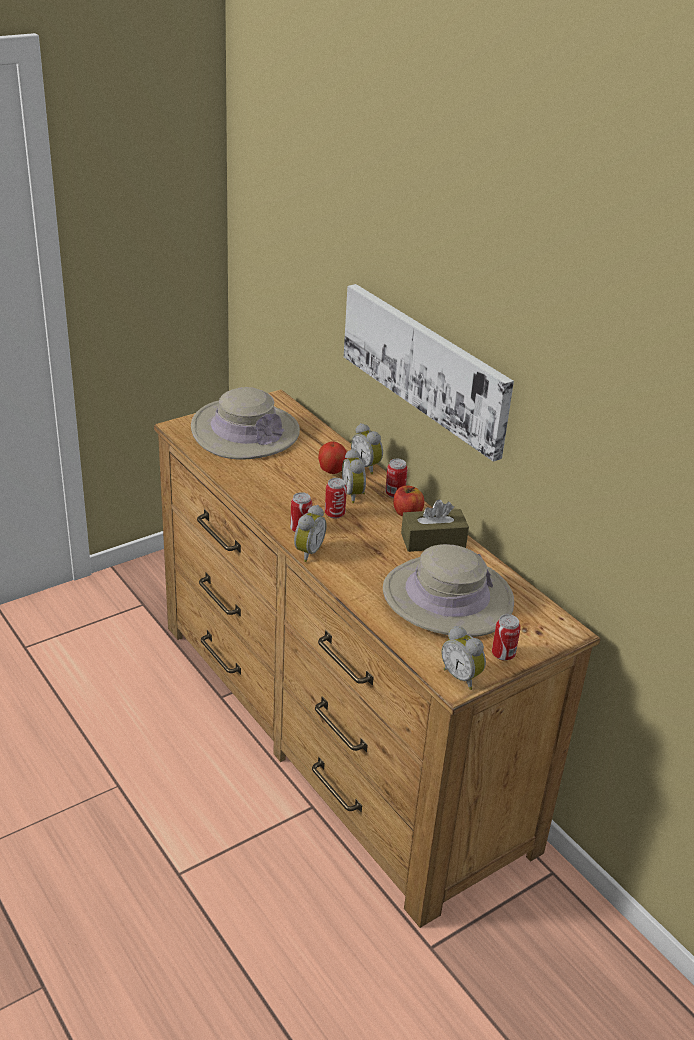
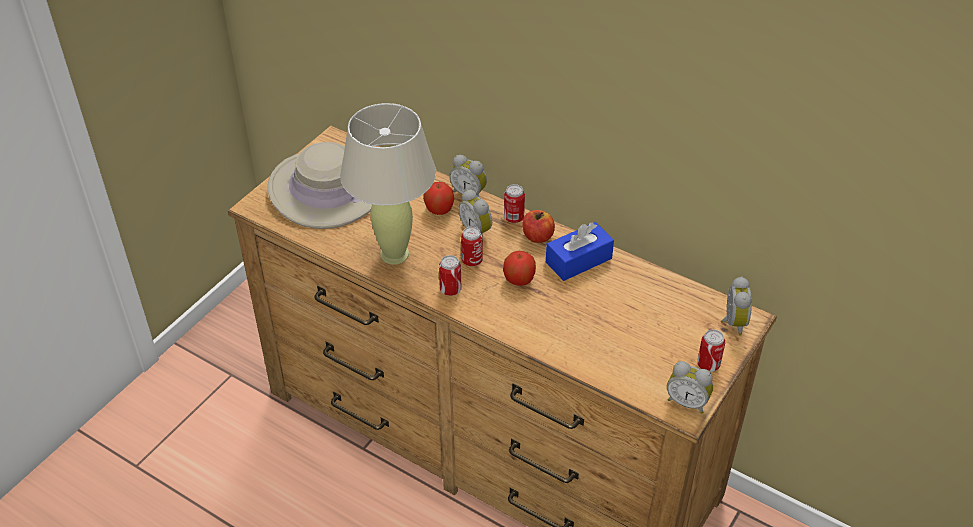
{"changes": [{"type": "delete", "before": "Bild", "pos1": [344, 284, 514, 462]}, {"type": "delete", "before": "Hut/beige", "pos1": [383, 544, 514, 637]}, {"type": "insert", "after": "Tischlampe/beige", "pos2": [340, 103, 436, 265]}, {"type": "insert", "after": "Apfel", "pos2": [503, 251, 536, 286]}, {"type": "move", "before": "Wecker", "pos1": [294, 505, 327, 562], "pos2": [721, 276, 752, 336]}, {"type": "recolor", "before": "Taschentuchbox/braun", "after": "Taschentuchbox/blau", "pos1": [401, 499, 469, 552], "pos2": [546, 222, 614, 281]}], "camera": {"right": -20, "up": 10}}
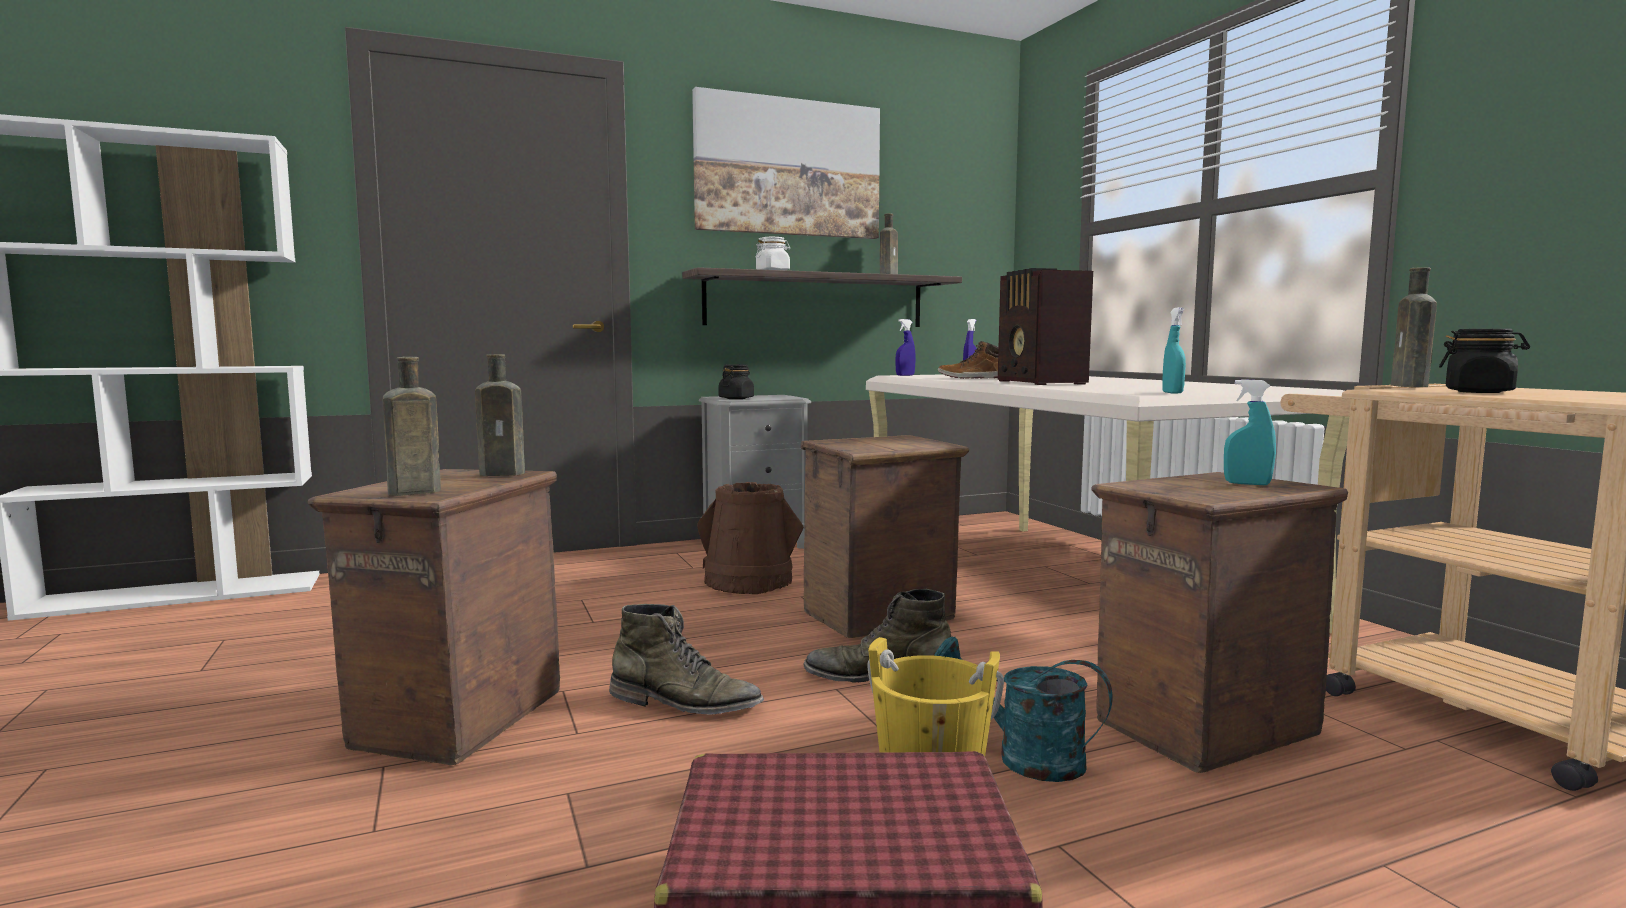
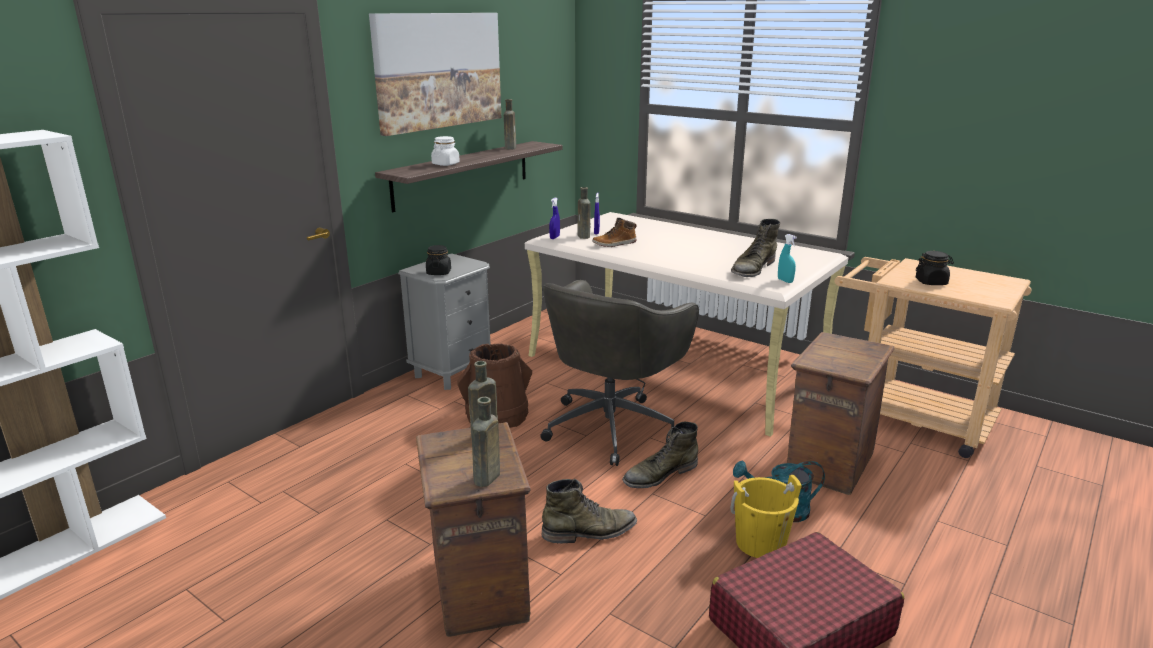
{"changes": [{"type": "delete", "before": "Radio", "pos1": [998, 268, 1093, 385]}, {"type": "delete", "before": "Sprühflasche/türkis", "pos1": [1224, 379, 1276, 485]}, {"type": "insert", "after": "Stiefel/grün", "pos2": [731, 219, 780, 277]}, {"type": "move", "before": "Flasche/braun", "pos1": [1391, 267, 1437, 387], "pos2": [577, 187, 591, 239]}, {"type": "replace", "before": "Kiste", "after": "Bürostuhl/grau", "pos1": [801, 435, 969, 638], "pos2": [540, 280, 699, 466]}], "camera": {"right": -30, "up": 15}}
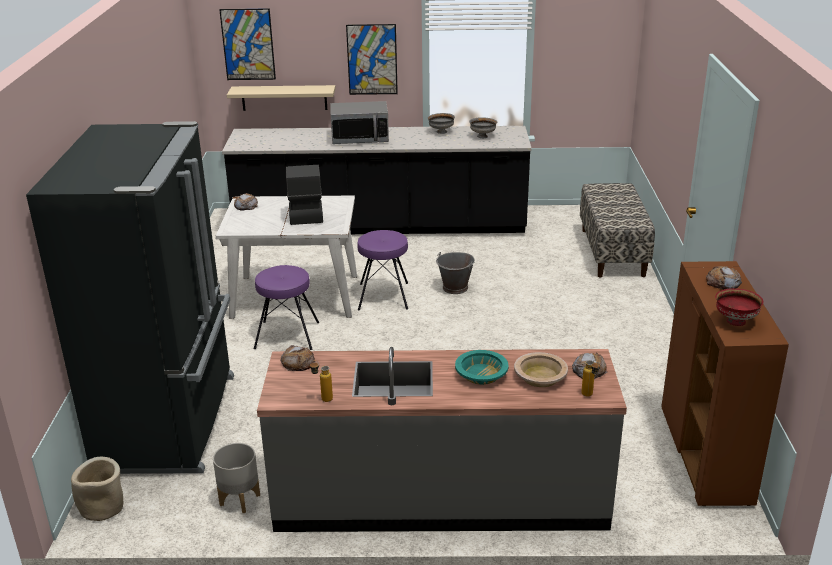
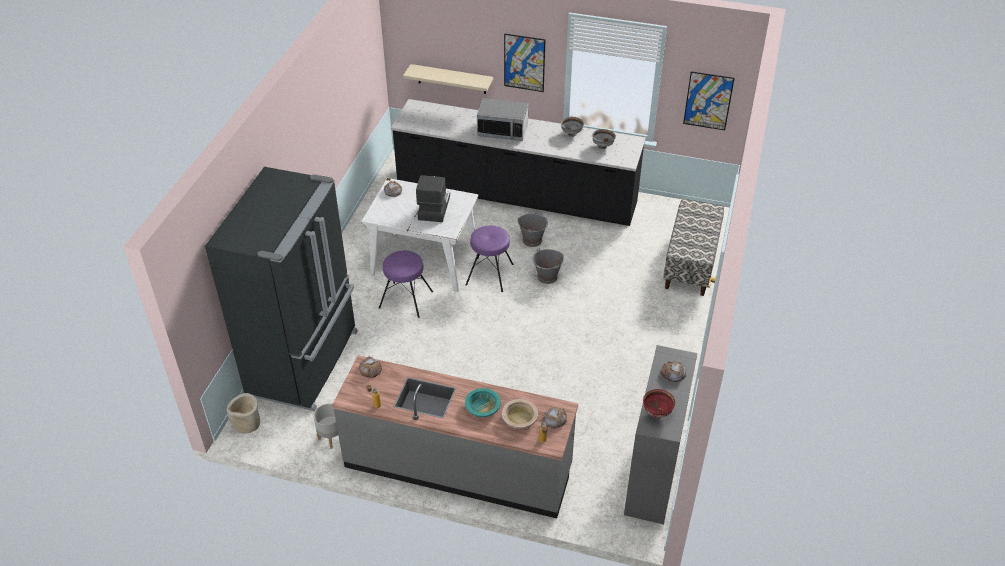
{"changes": [{"type": "insert", "after": "Eimer/grau", "pos2": [518, 211, 548, 247]}, {"type": "move", "before": "Bild", "pos1": [219, 8, 276, 80], "pos2": [683, 71, 735, 130]}, {"type": "recolor", "before": "Schrank/braun", "after": "Schrank/grau", "pos1": [661, 261, 789, 506], "pos2": [624, 345, 697, 525]}], "camera": {"right": 15, "up": 15}}
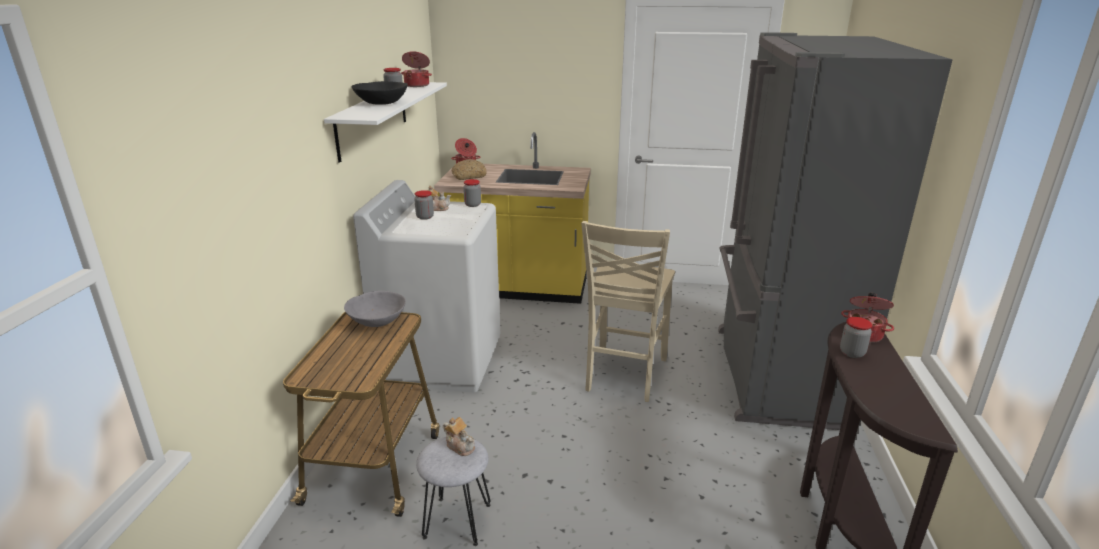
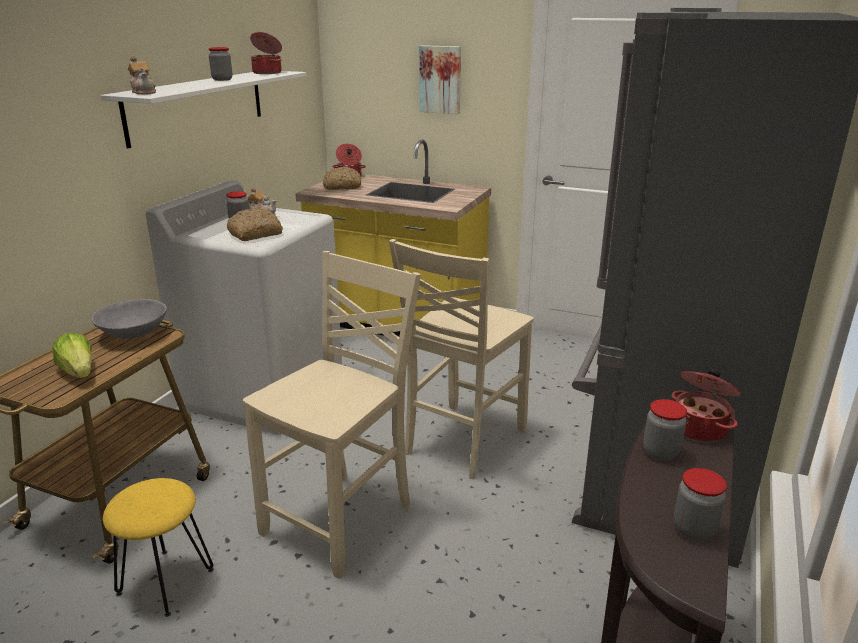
{"changes": [{"type": "delete", "before": "Schüssel/schwarz", "pos1": [351, 81, 408, 105]}, {"type": "insert", "after": "Salatkopf", "pos2": [52, 333, 92, 378]}, {"type": "insert", "after": "Brot", "pos2": [227, 208, 283, 241]}, {"type": "insert", "after": "Stuhl/beige", "pos2": [243, 251, 421, 579]}, {"type": "insert", "after": "Bild", "pos2": [419, 45, 461, 114]}, {"type": "move", "before": "Teekanne", "pos1": [443, 417, 475, 456], "pos2": [128, 55, 156, 95]}, {"type": "move", "before": "Vorratsglas", "pos1": [463, 179, 481, 207], "pos2": [674, 468, 727, 541]}, {"type": "recolor", "before": "Hocker/grau", "after": "Hocker/gelb", "pos1": [416, 437, 491, 546], "pos2": [103, 478, 214, 617]}], "camera": {"right": 15, "up": 0}}
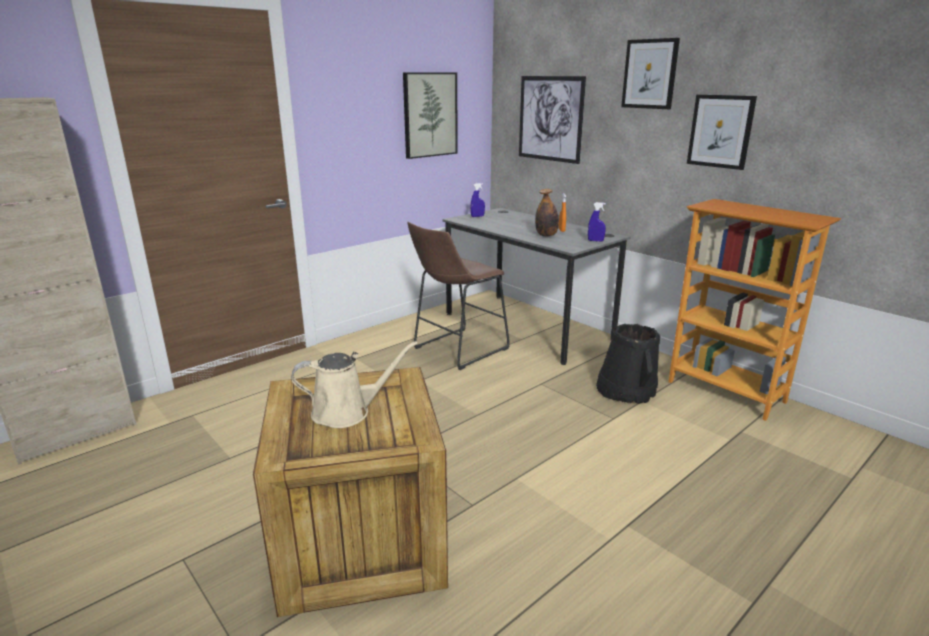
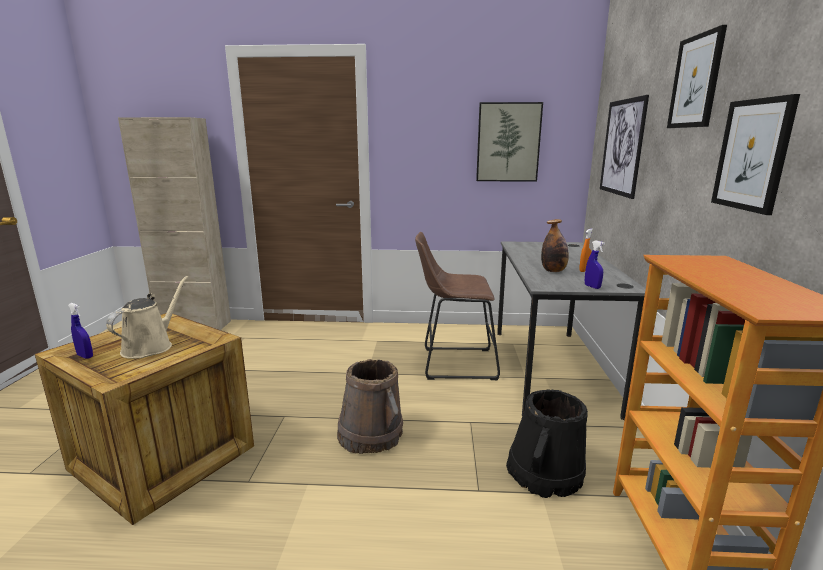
{"changes": [{"type": "insert", "after": "Eimer/braun", "pos2": [337, 359, 403, 454]}, {"type": "move", "before": "Sprühflasche/blau", "pos1": [471, 183, 485, 217], "pos2": [68, 303, 93, 359]}, {"type": "rotate", "before": "Gießkanne/beige", "pos1": [291, 341, 418, 428], "pos2": [106, 276, 188, 359], "turn": -105}], "camera": {"right": 45, "up": -5}}
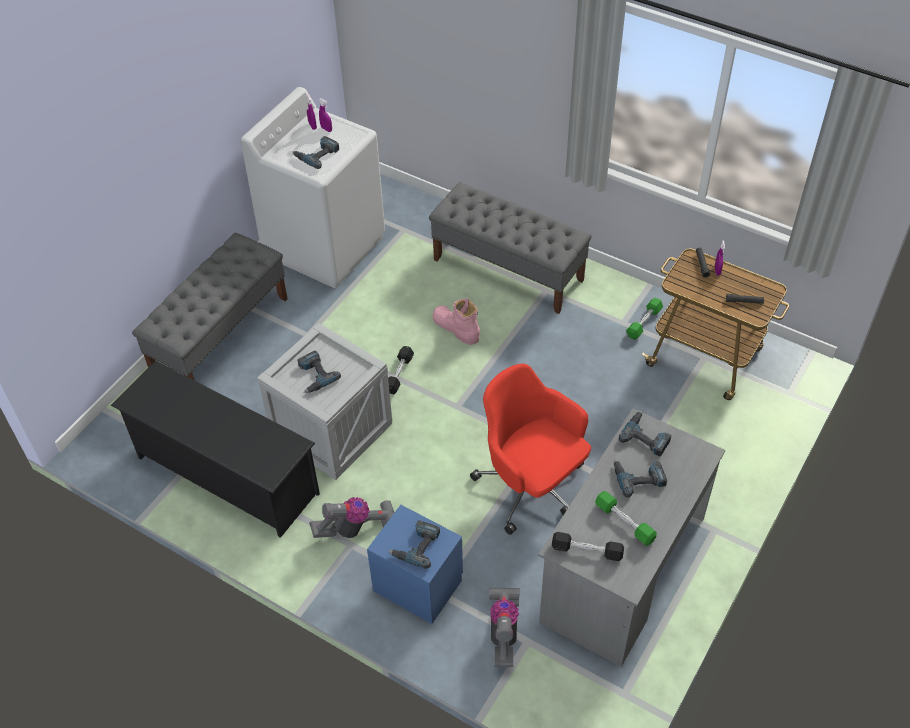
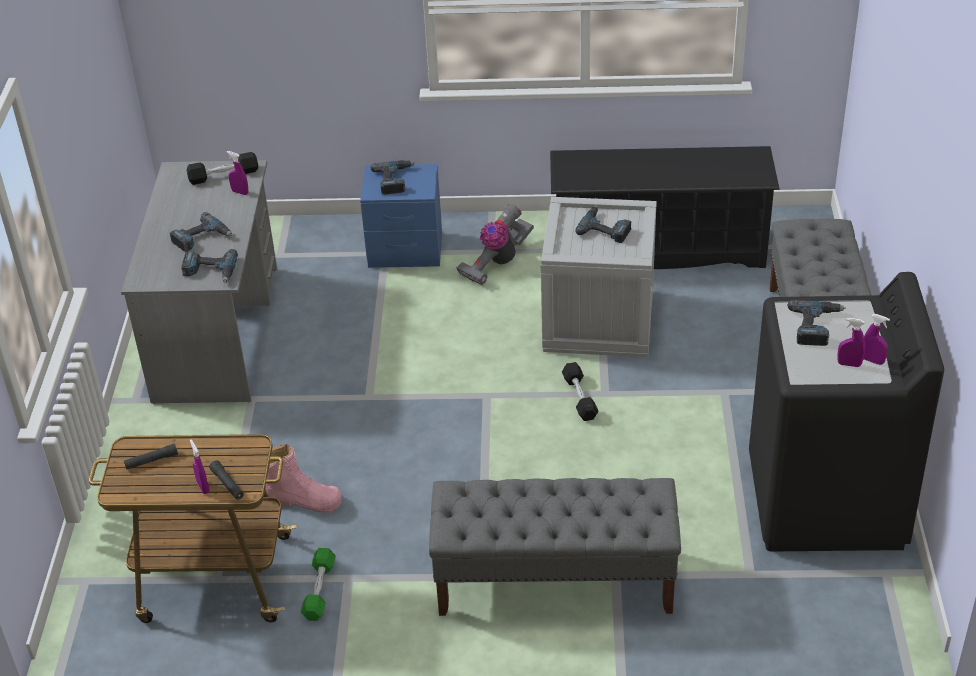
{"changes": [{"type": "delete", "before": "Bürostuhl/rot", "pos1": [470, 364, 591, 535]}, {"type": "delete", "before": "Staubsauger", "pos1": [489, 588, 520, 667]}, {"type": "delete", "before": "Hantel/grün", "pos1": [595, 491, 657, 546]}, {"type": "insert", "after": "Sprühflasche/lila", "pos2": [226, 151, 248, 195]}, {"type": "move", "before": "Stiefel/rosa", "pos1": [433, 299, 480, 345], "pos2": [265, 444, 342, 513]}, {"type": "recolor", "before": "Waschmaschine/weiß", "after": "Waschmaschine/schwarz", "pos1": [240, 87, 385, 288], "pos2": [749, 272, 944, 552]}], "camera": {"right": 150, "up": -10}}
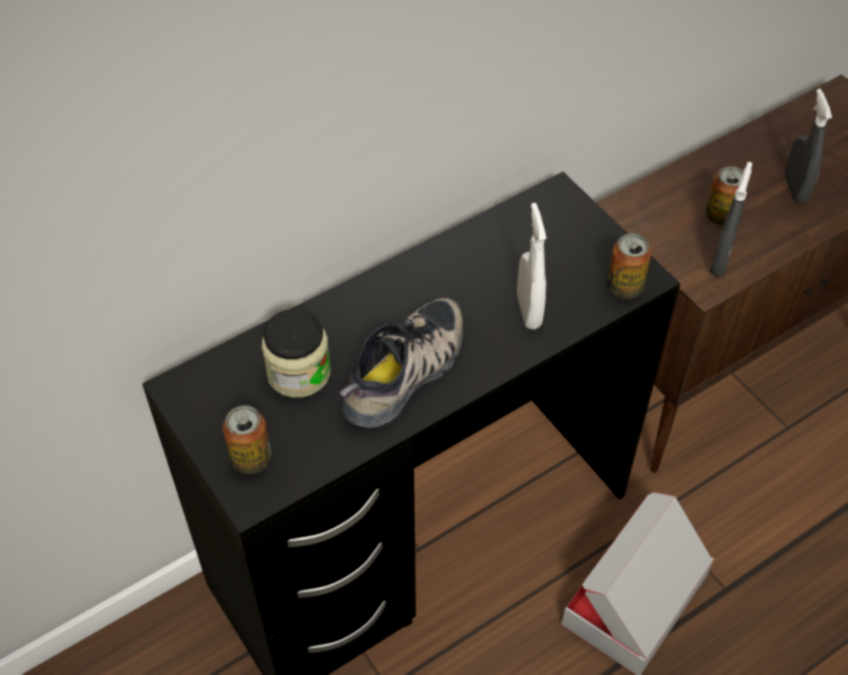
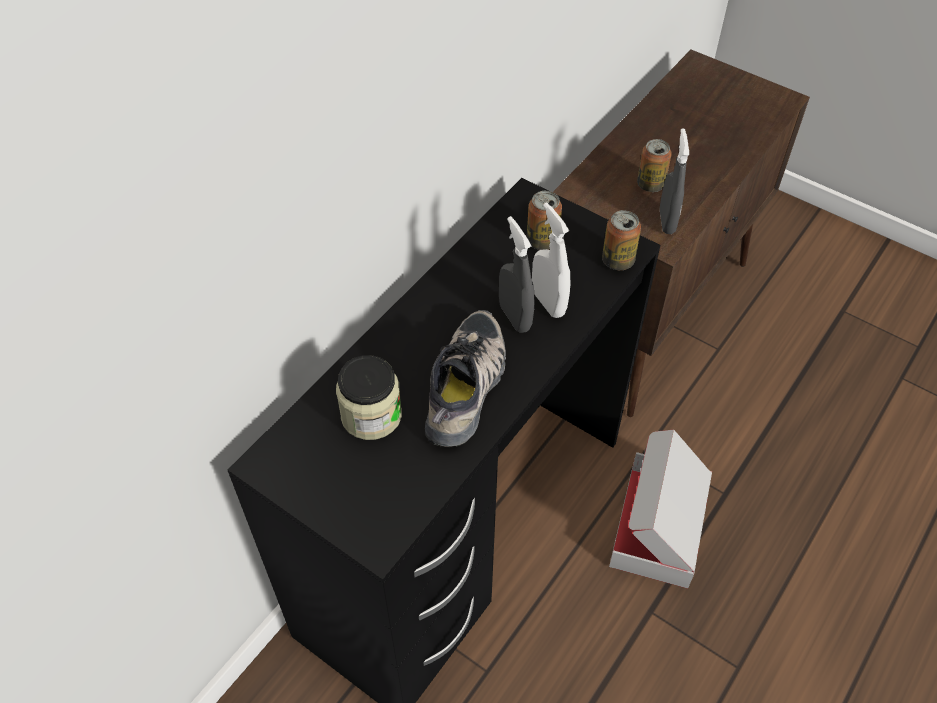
{"changes": [{"type": "move", "before": "Dose", "pos1": [223, 405, 272, 474], "pos2": [527, 191, 562, 250]}, {"type": "move", "before": "Sprühflasche/grau", "pos1": [784, 89, 832, 203], "pos2": [499, 216, 535, 333]}], "camera": {"right": -20, "up": 0}}
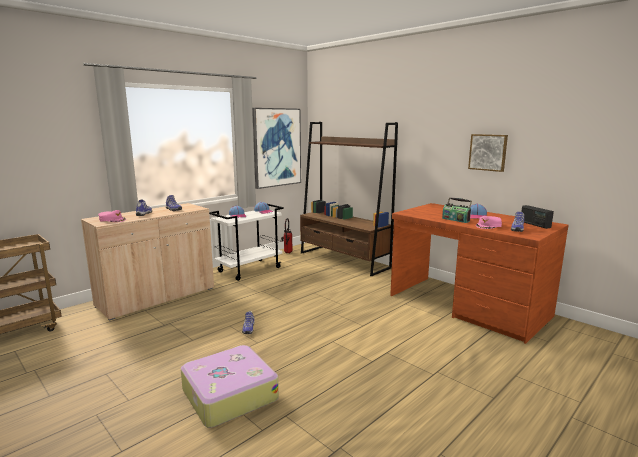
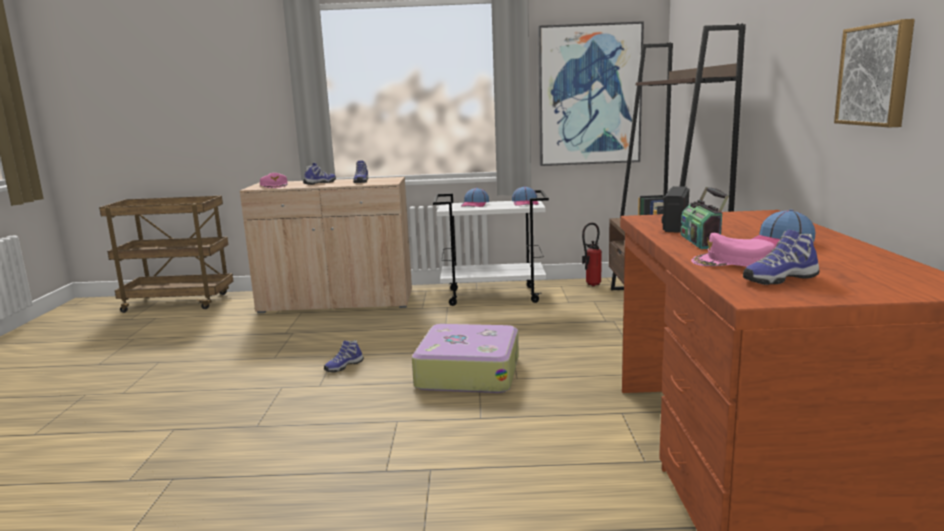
{"changes": [{"type": "move", "before": "Koffer", "pos1": [181, 345, 279, 428], "pos2": [412, 324, 519, 393]}, {"type": "move", "before": "Radio", "pos1": [521, 205, 554, 229], "pos2": [662, 186, 689, 233]}], "camera": {"right": 45, "up": 0}}
